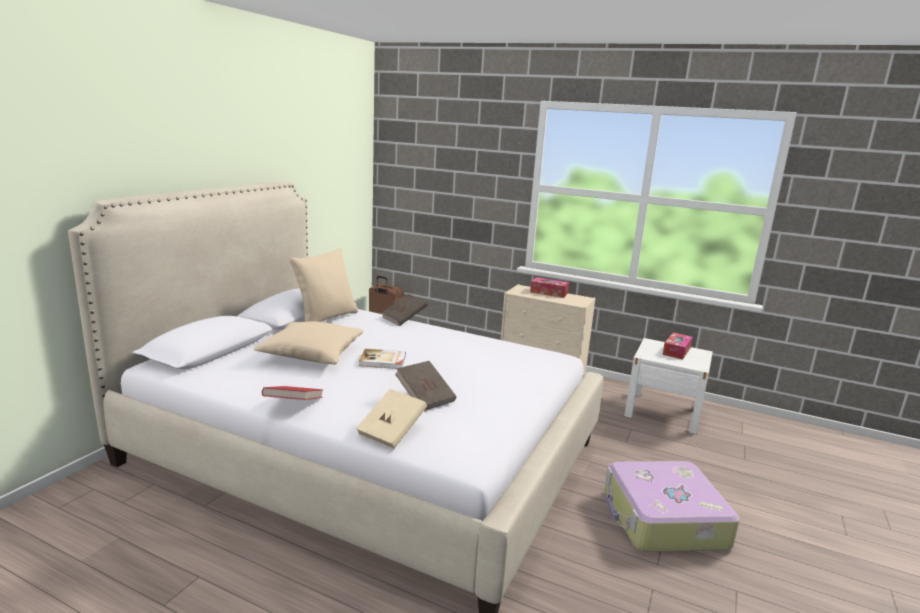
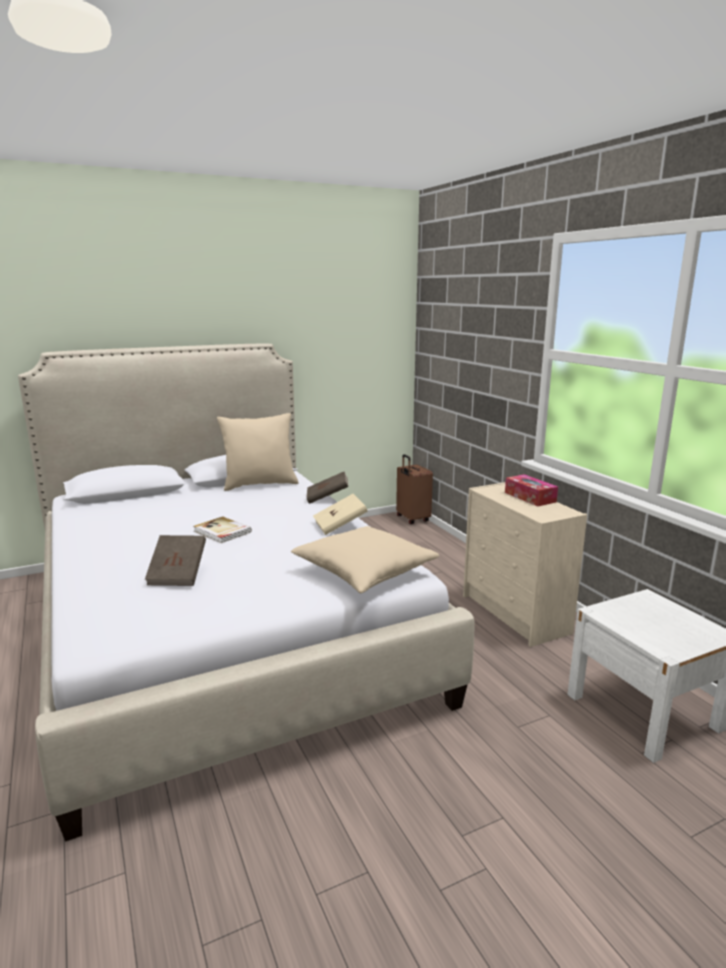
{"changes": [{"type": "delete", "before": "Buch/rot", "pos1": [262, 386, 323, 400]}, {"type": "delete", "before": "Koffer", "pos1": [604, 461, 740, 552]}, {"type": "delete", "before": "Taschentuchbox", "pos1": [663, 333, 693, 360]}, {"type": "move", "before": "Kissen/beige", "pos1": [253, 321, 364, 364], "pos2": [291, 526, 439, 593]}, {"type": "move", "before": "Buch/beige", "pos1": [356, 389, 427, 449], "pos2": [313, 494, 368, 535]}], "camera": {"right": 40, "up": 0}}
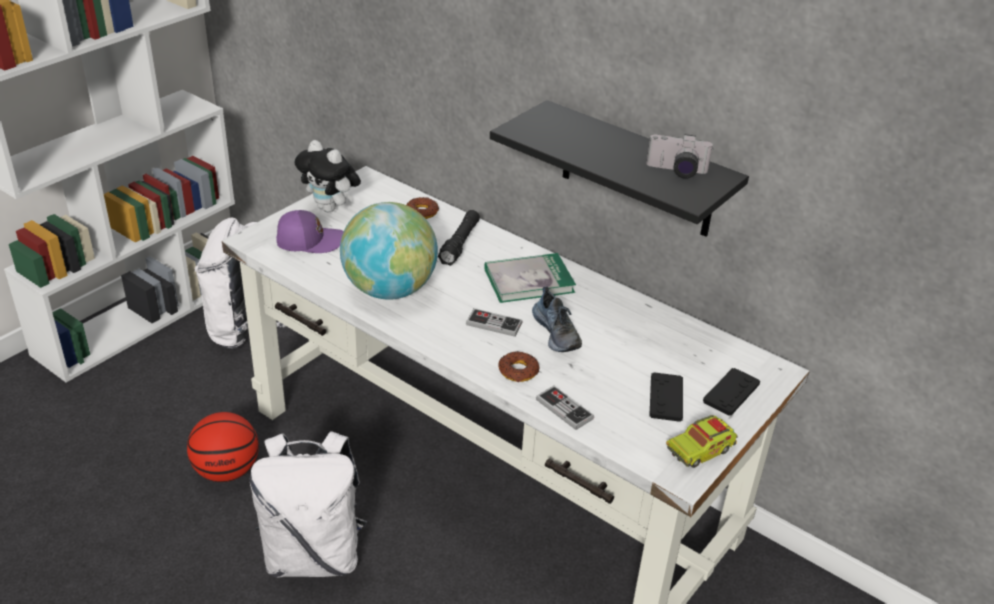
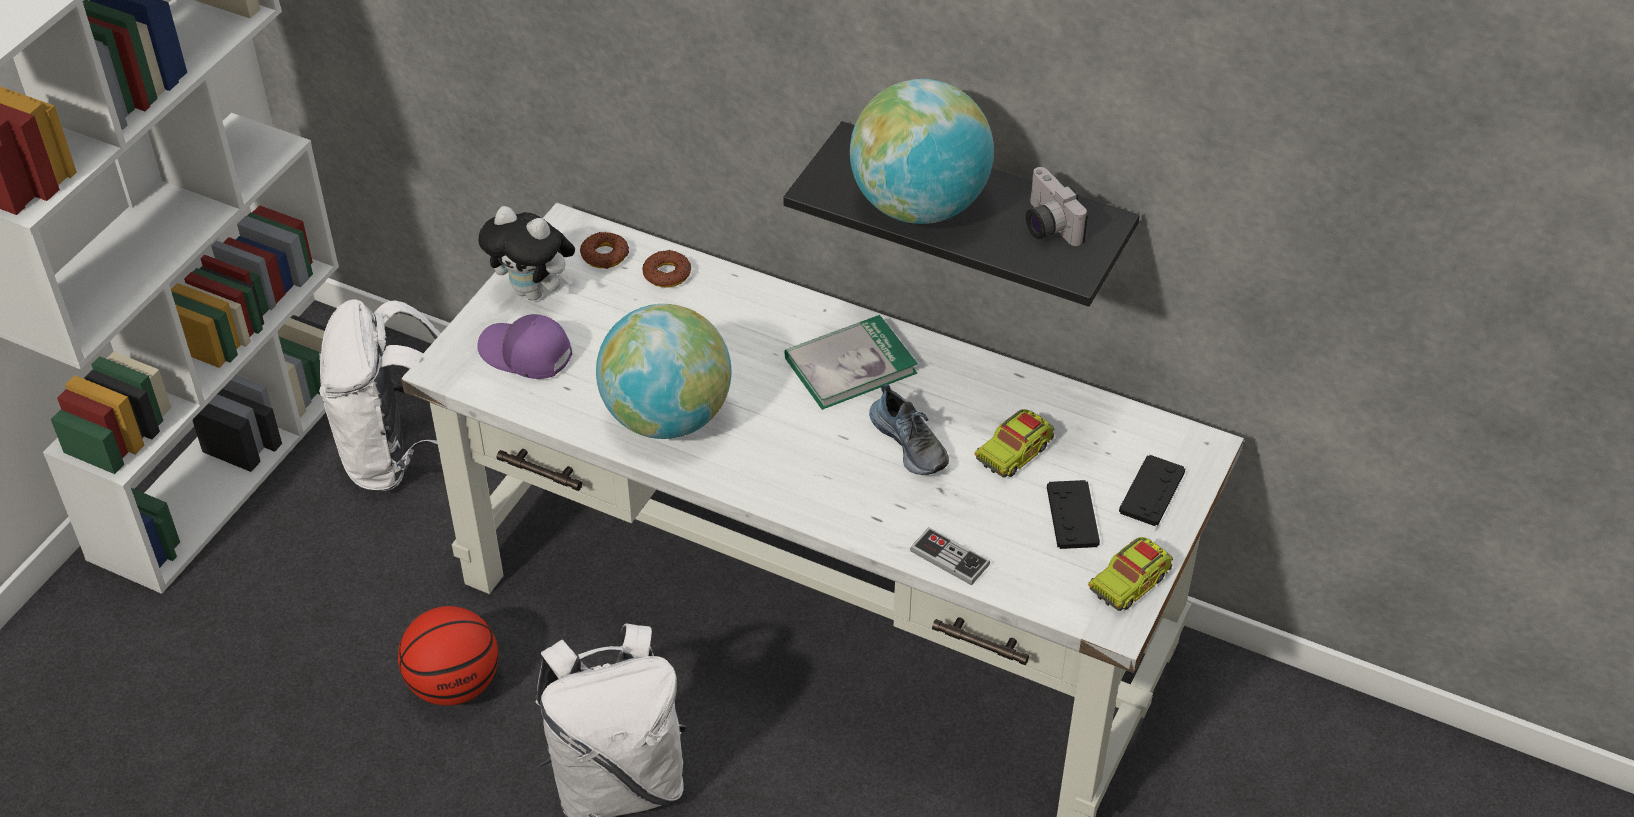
{"changes": [{"type": "delete", "before": "Taschenlampe/schwarz", "pos1": [438, 210, 480, 266]}, {"type": "delete", "before": "Gamepad", "pos1": [466, 309, 523, 337]}, {"type": "insert", "after": "Globus", "pos2": [850, 79, 994, 224]}, {"type": "insert", "after": "Spielzeuglaster", "pos2": [975, 409, 1054, 477]}, {"type": "move", "before": "Donut", "pos1": [498, 351, 540, 382], "pos2": [580, 232, 629, 269]}, {"type": "rotate", "before": "Kappe/lila", "pos1": [276, 210, 344, 253], "pos2": [477, 314, 572, 379], "turn": -135}, {"type": "rotate", "before": "Kamera", "pos1": [646, 134, 713, 179], "pos2": [1026, 167, 1088, 246], "turn": 60}], "camera": {"right": -10, "up": 10}}
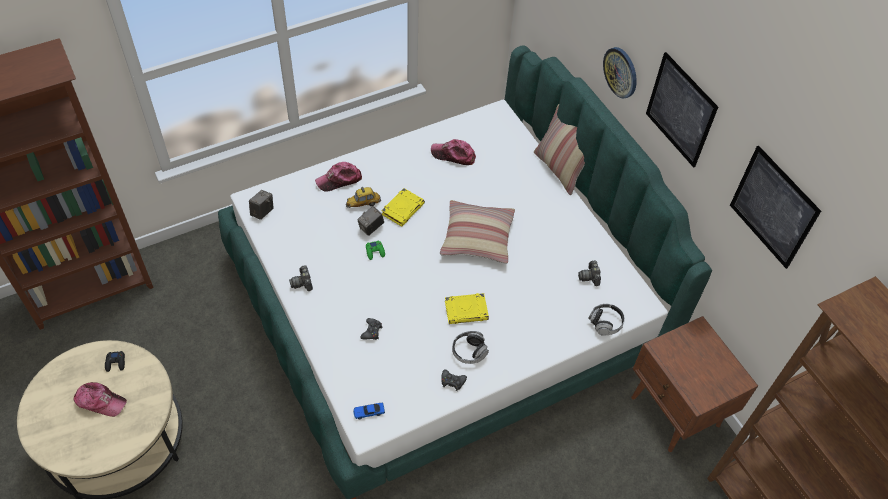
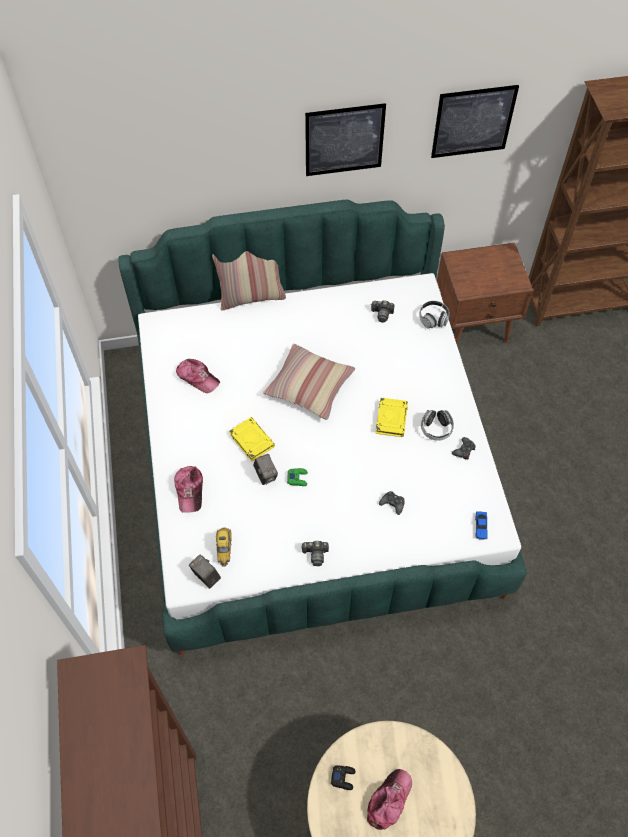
{"changes": [{"type": "delete", "before": "Wanduhr", "pos1": [603, 47, 637, 99]}, {"type": "move", "before": "Spielzeugauto", "pos1": [346, 187, 382, 208], "pos2": [216, 528, 232, 567]}, {"type": "rotate", "before": "Kappe", "pos1": [431, 139, 476, 165], "pos2": [176, 359, 220, 393], "turn": -90}], "camera": {"right": -70, "up": 5}}
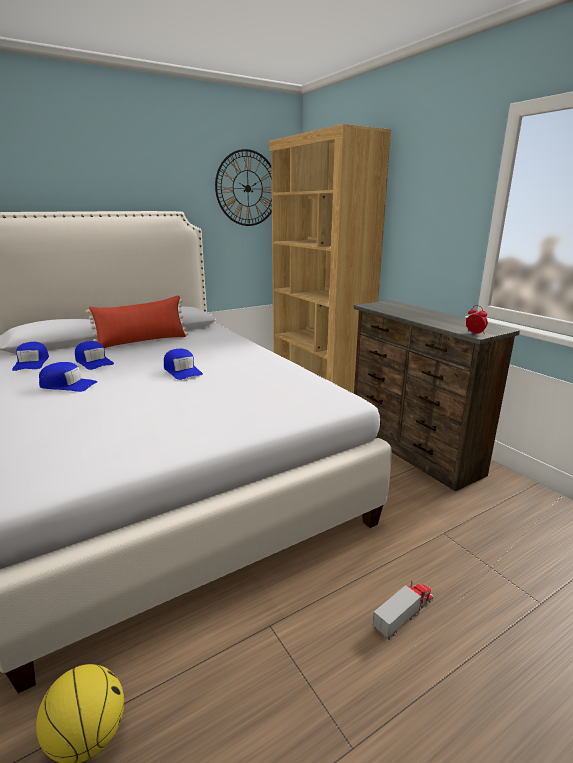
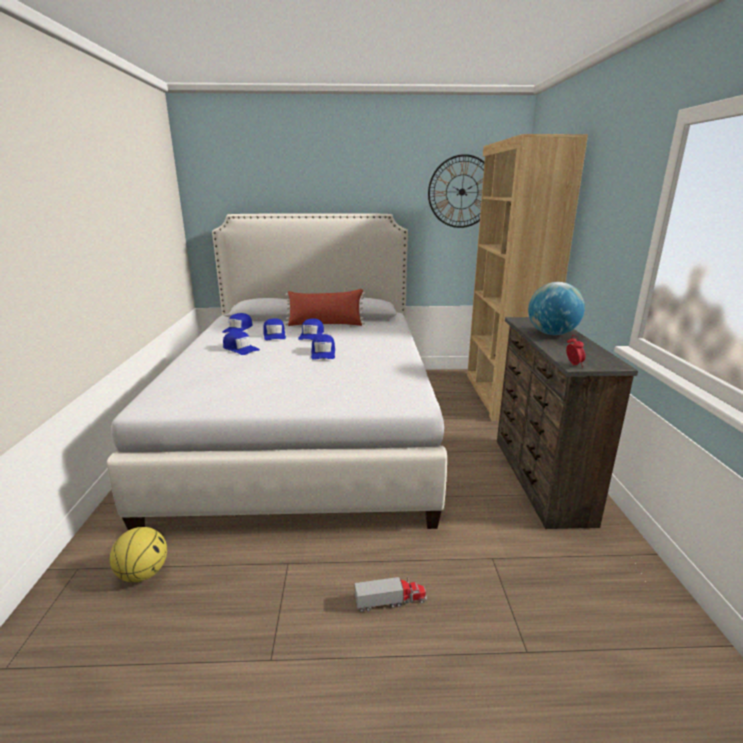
{"changes": [{"type": "insert", "after": "Kappe/blau", "pos2": [298, 318, 324, 340]}, {"type": "insert", "after": "Globus", "pos2": [528, 282, 585, 335]}], "camera": {"right": 30, "up": 0}}
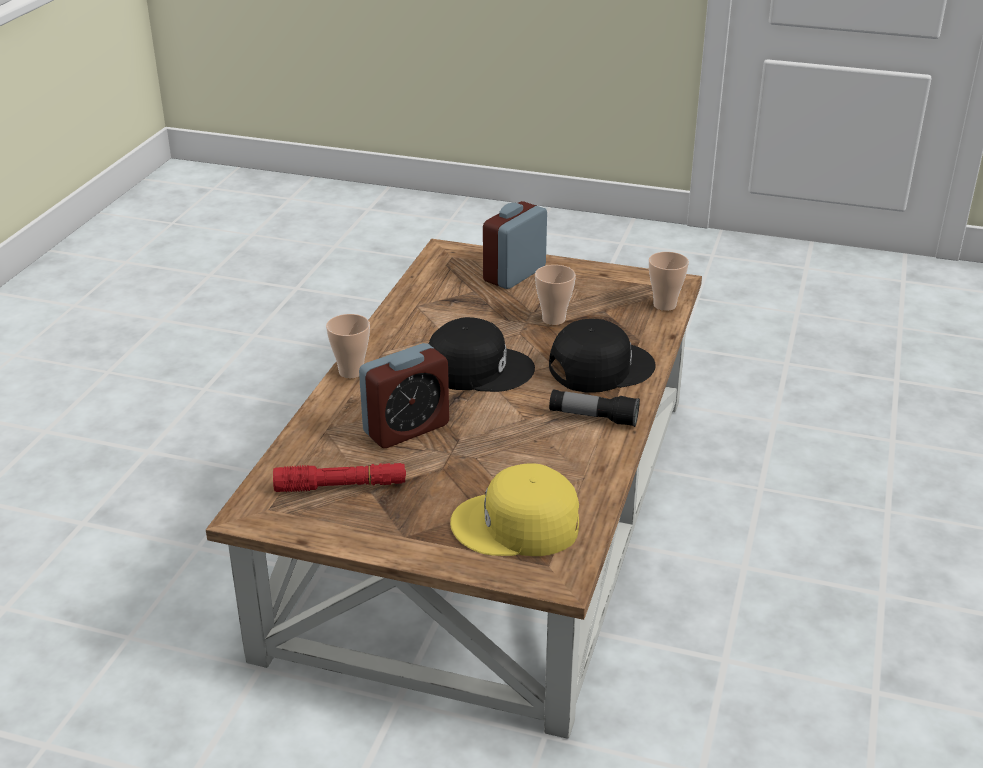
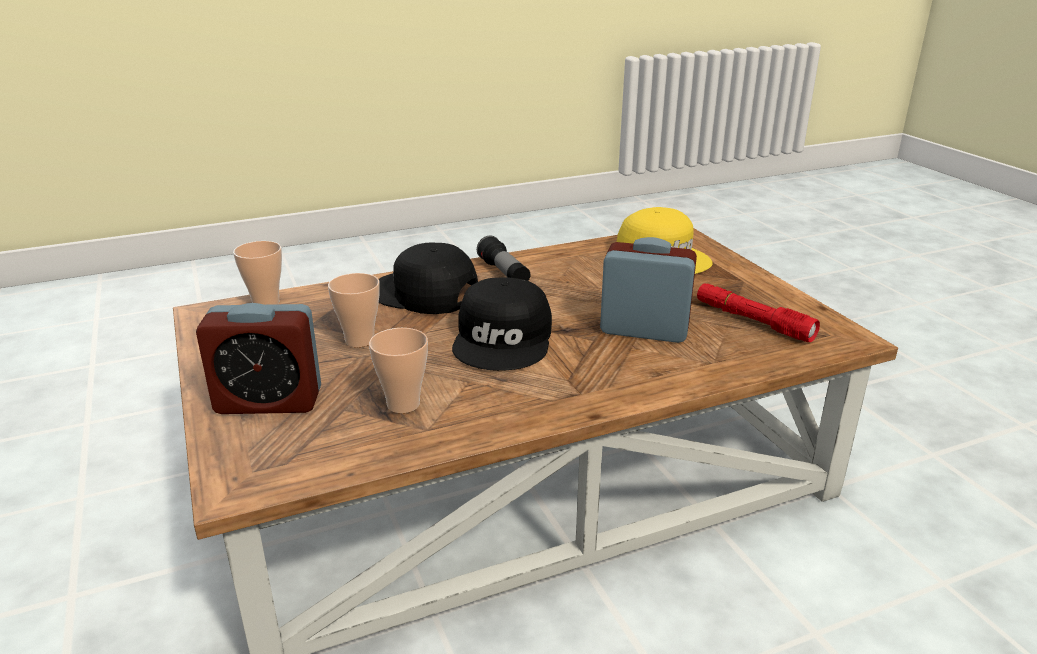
{"changes": [{"type": "move", "before": "Tasse", "pos1": [326, 314, 370, 378], "pos2": [369, 328, 428, 413]}, {"type": "rotate", "before": "Kappe/schwarz", "pos1": [428, 317, 535, 392], "pos2": [452, 277, 552, 371], "turn": -135}], "camera": {"right": -130, "up": -5}}
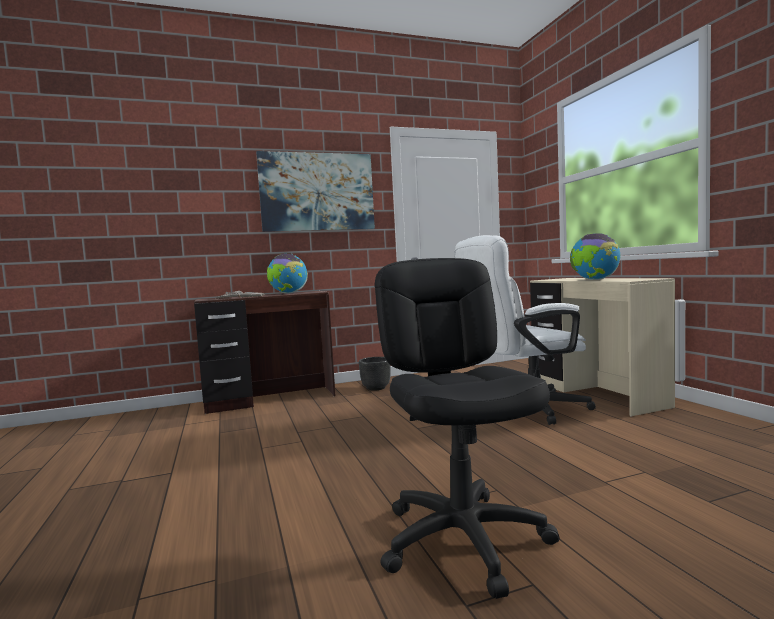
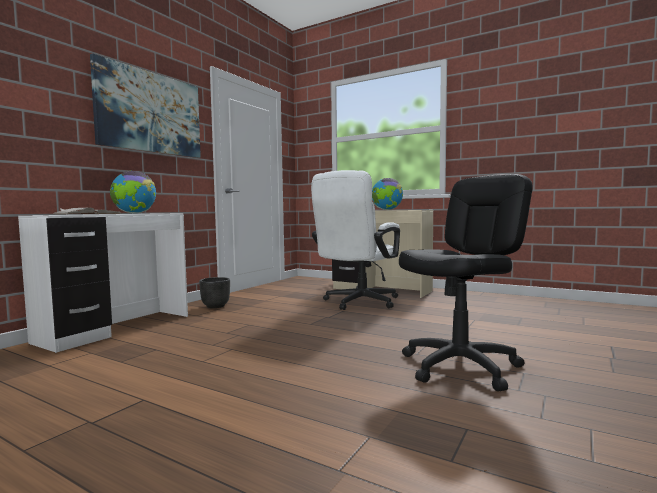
{"changes": [{"type": "recolor", "before": "Schreibtisch/braun", "after": "Schreibtisch/weiß", "pos1": [194, 291, 335, 414], "pos2": [18, 213, 188, 353]}, {"type": "rotate", "before": "Bürostuhl/schwarz", "pos1": [375, 258, 560, 599], "pos2": [399, 174, 533, 391], "turn": 105}], "camera": {"right": -40, "up": 0}}
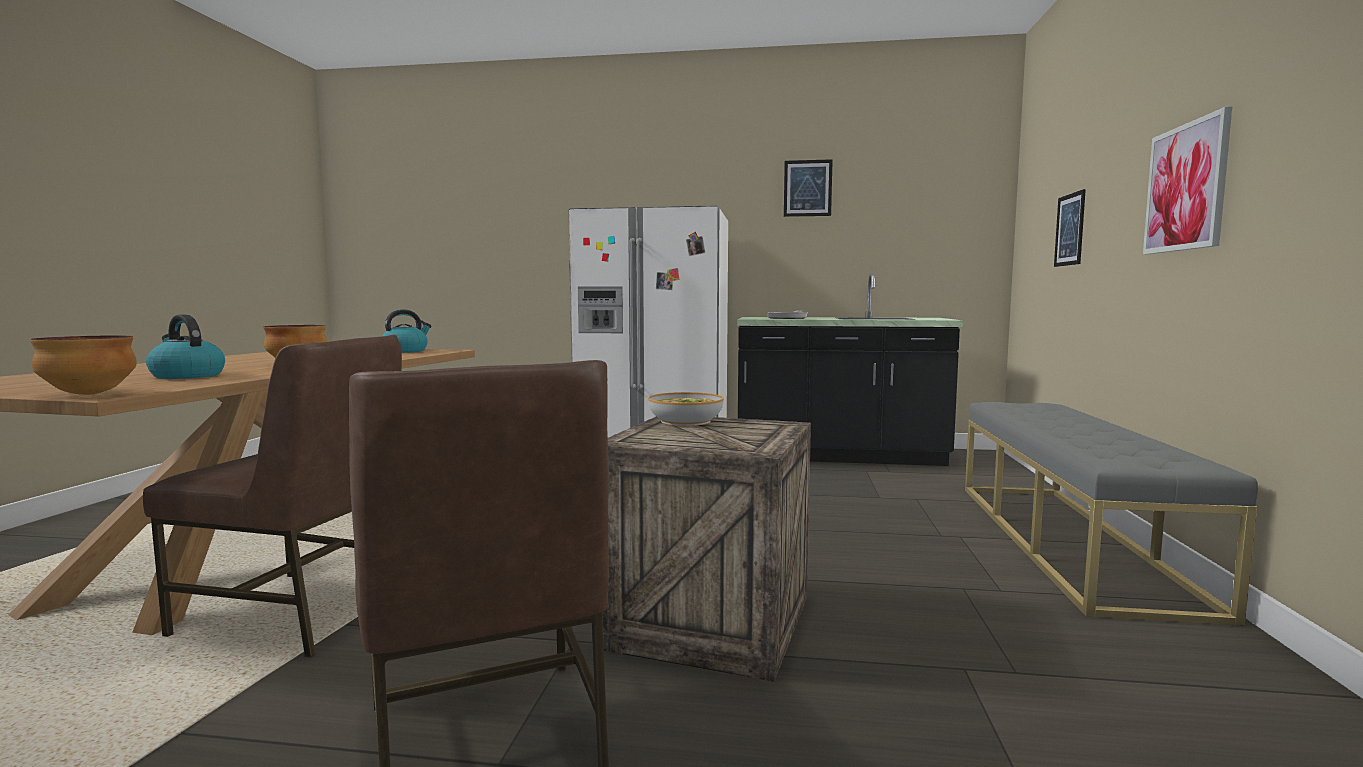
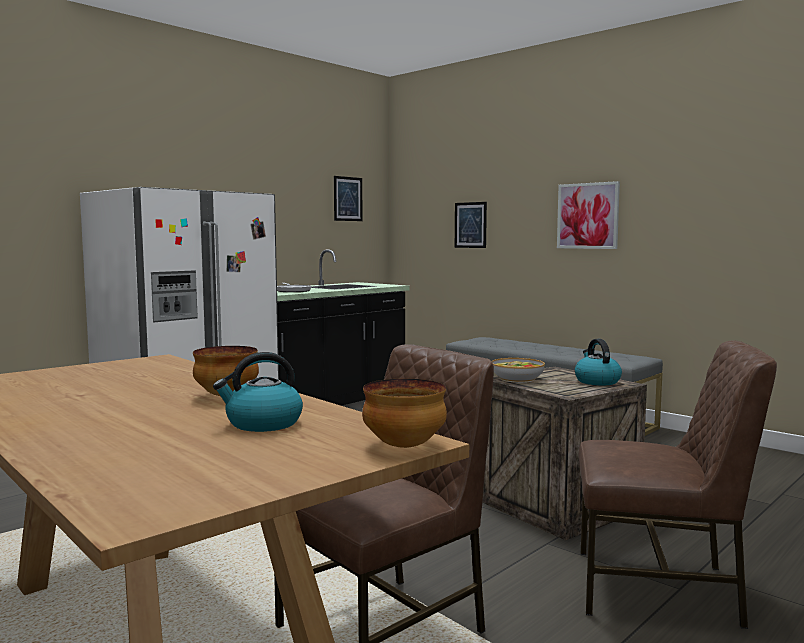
{"changes": [{"type": "move", "before": "Wasserkessel", "pos1": [382, 309, 431, 353], "pos2": [575, 339, 622, 385]}, {"type": "move", "before": "Bild", "pos1": [784, 159, 833, 217], "pos2": [334, 176, 363, 221]}], "camera": {"right": -55, "up": 0}}
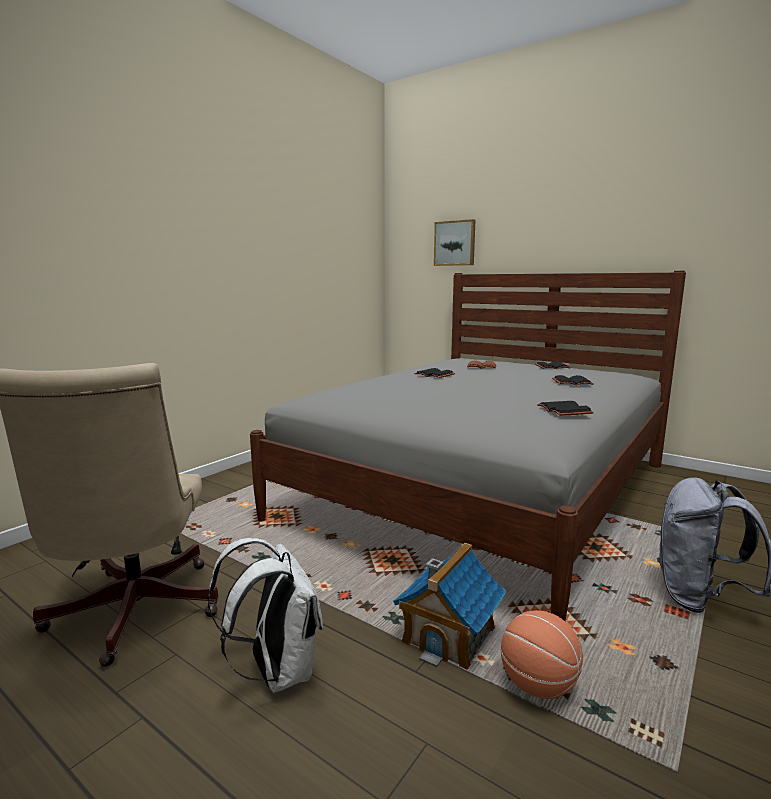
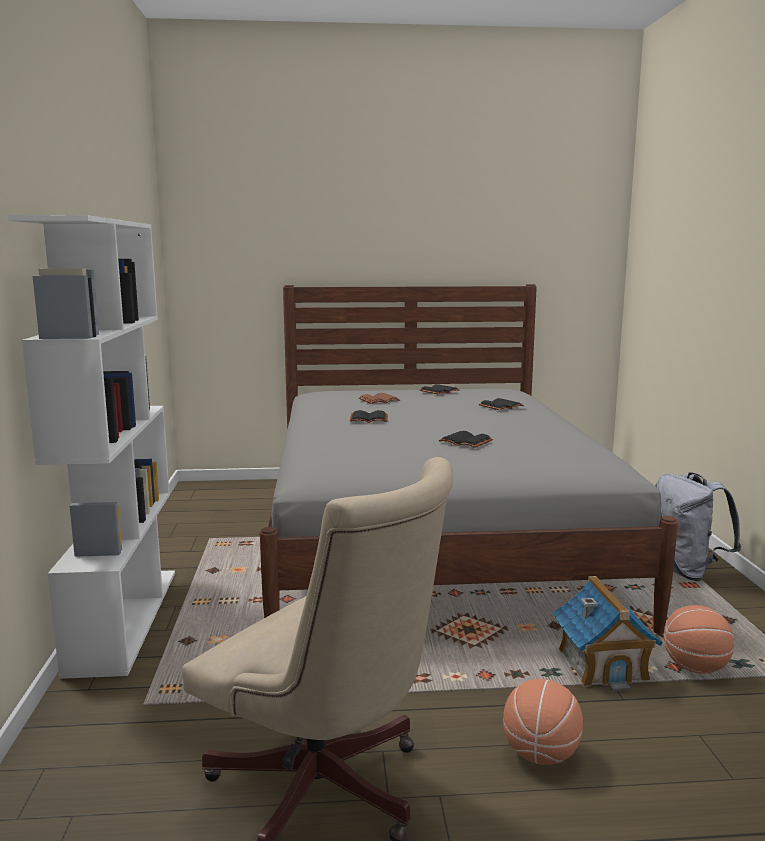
{"changes": [{"type": "delete", "before": "Bild", "pos1": [434, 219, 475, 266]}, {"type": "insert", "after": "Bücherregal/weiß", "pos2": [8, 215, 175, 679]}, {"type": "move", "before": "Buch/schwarz", "pos1": [537, 401, 594, 416], "pos2": [439, 431, 493, 448]}, {"type": "replace", "before": "Rucksack/weiß", "after": "Basketball", "pos1": [207, 538, 323, 693], "pos2": [503, 679, 583, 765]}], "camera": {"right": -40, "up": 0}}
